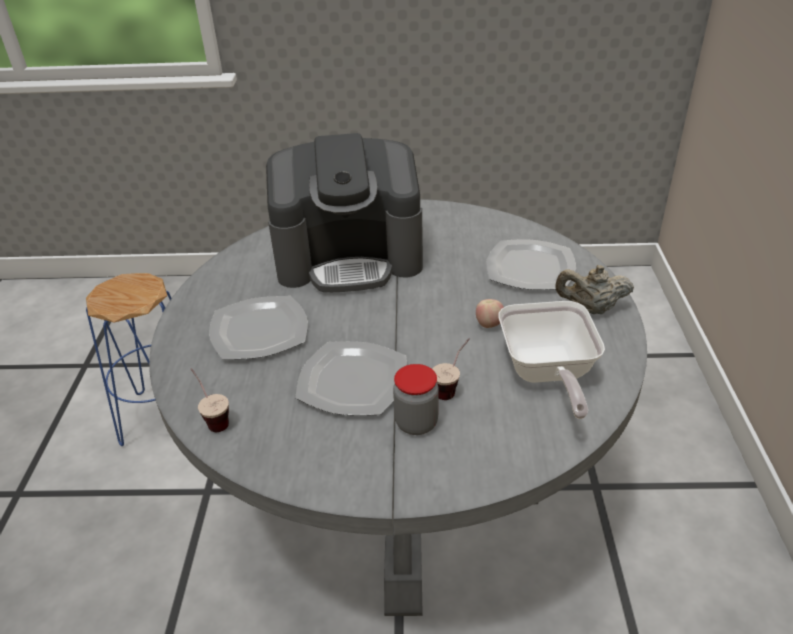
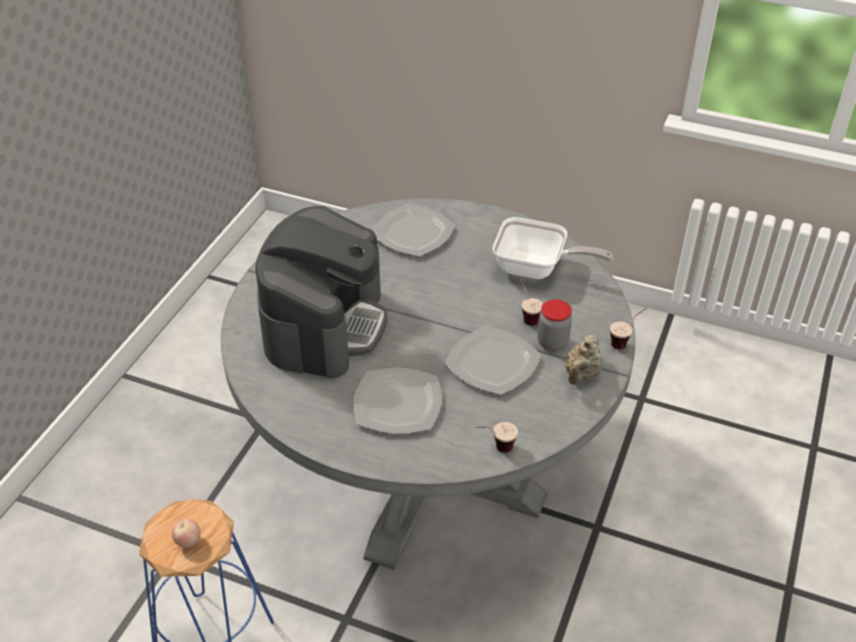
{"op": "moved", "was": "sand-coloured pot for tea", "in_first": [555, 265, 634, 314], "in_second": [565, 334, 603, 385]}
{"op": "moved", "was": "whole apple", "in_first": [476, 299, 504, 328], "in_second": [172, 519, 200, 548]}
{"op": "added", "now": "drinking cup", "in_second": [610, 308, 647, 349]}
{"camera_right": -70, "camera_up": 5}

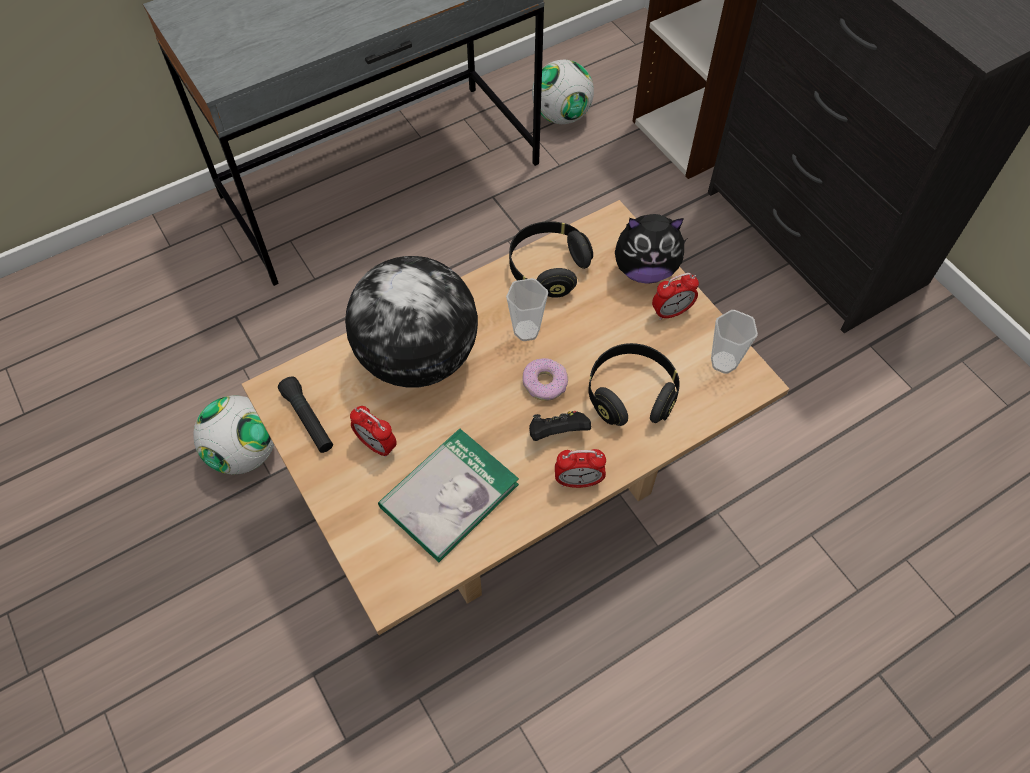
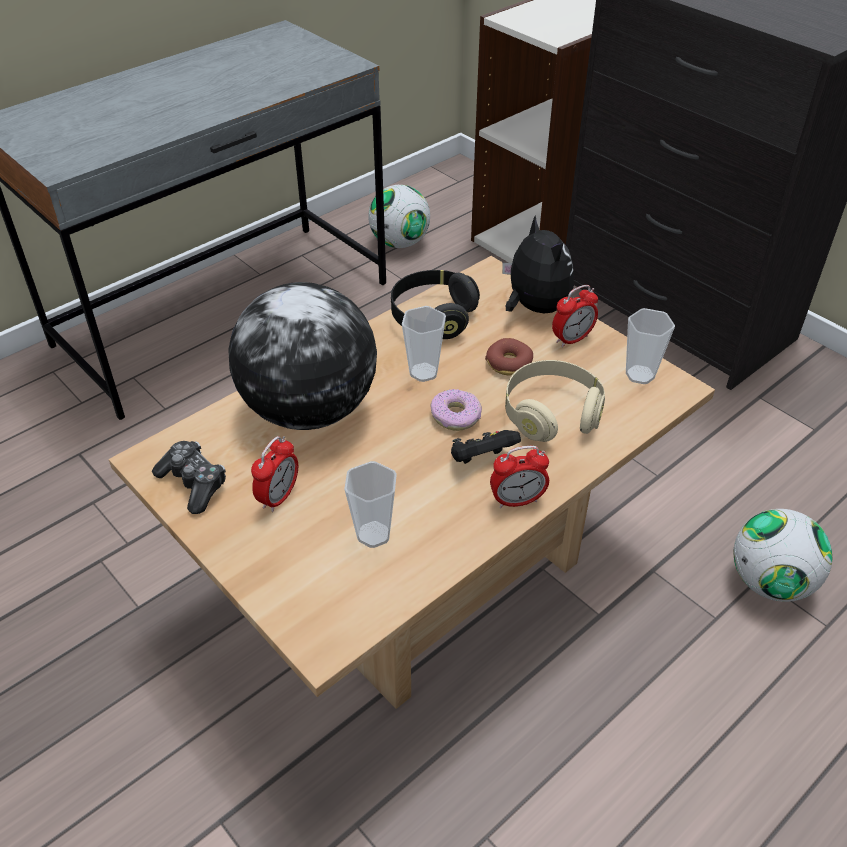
{"op": "turned", "was": "cuddly toy", "in_first": [615, 214, 687, 284], "in_second": [502, 215, 574, 314], "clockwise": -105}
{"op": "recoloured", "was": "blackish headset", "now": "sand-coloured headset", "in_first": [589, 343, 680, 426], "in_second": [505, 360, 605, 442]}
{"op": "replaced", "was": "blackish torch", "now": "joypad", "in_first": [278, 376, 333, 453], "in_second": [152, 441, 226, 514]}
{"op": "moved", "was": "ball for football", "in_first": [193, 395, 274, 474], "in_second": [734, 509, 832, 602]}
{"op": "turned", "was": "table clock", "in_first": [350, 406, 397, 457], "in_second": [251, 436, 298, 512], "clockwise": -90}
{"op": "replaced", "was": "bound book", "now": "drinking cup", "in_first": [378, 428, 519, 562], "in_second": [344, 461, 397, 548]}
{"op": "added", "now": "donut", "in_second": [485, 338, 533, 376]}
{"camera_right": -10, "camera_up": -15}

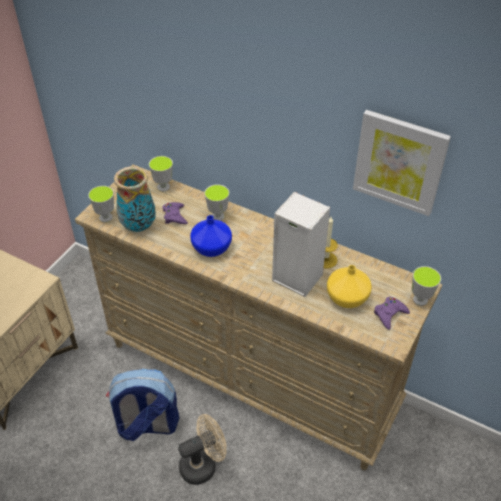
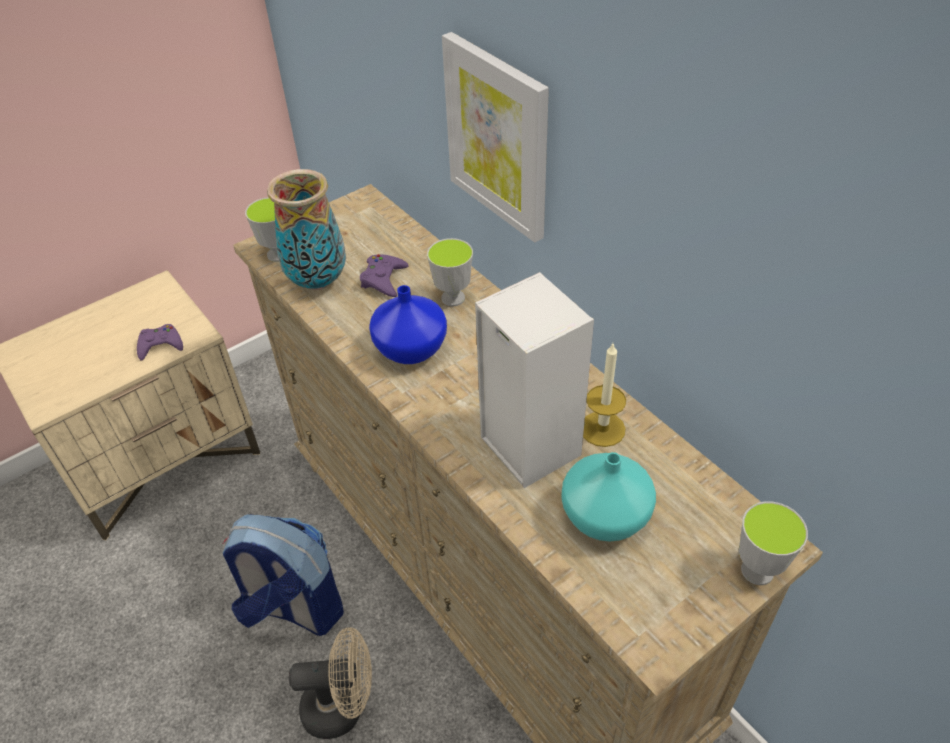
{"op": "moved", "was": "picture", "in_first": [353, 110, 451, 216], "in_second": [442, 32, 549, 242]}
{"op": "removed", "was": "drinking cup", "in_first": [149, 156, 173, 191]}
{"op": "recoloured", "was": "yellow-coloured flower vase", "now": "turquoise-coloured flower vase", "in_first": [327, 265, 372, 308], "in_second": [561, 452, 656, 542]}
{"op": "moved", "was": "purple joypad", "in_first": [374, 297, 410, 330], "in_second": [137, 324, 183, 361]}
{"camera_right": 25, "camera_up": 0}

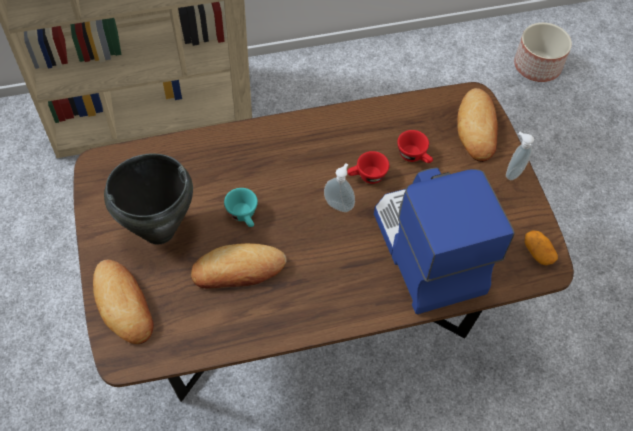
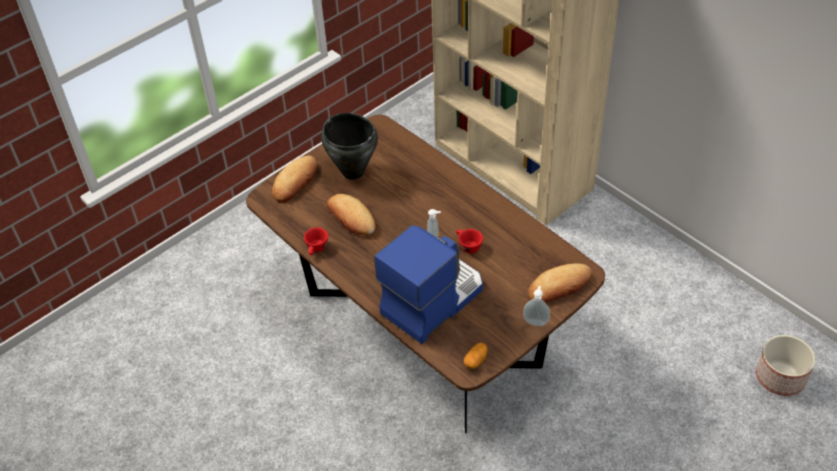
{"op": "moved", "was": "red drinking cup", "in_first": [397, 130, 433, 163], "in_second": [304, 227, 328, 255]}
{"op": "removed", "was": "turquoise-coloured drinking cup", "in_first": [224, 188, 258, 227]}
{"camera_right": 65, "camera_up": -10}

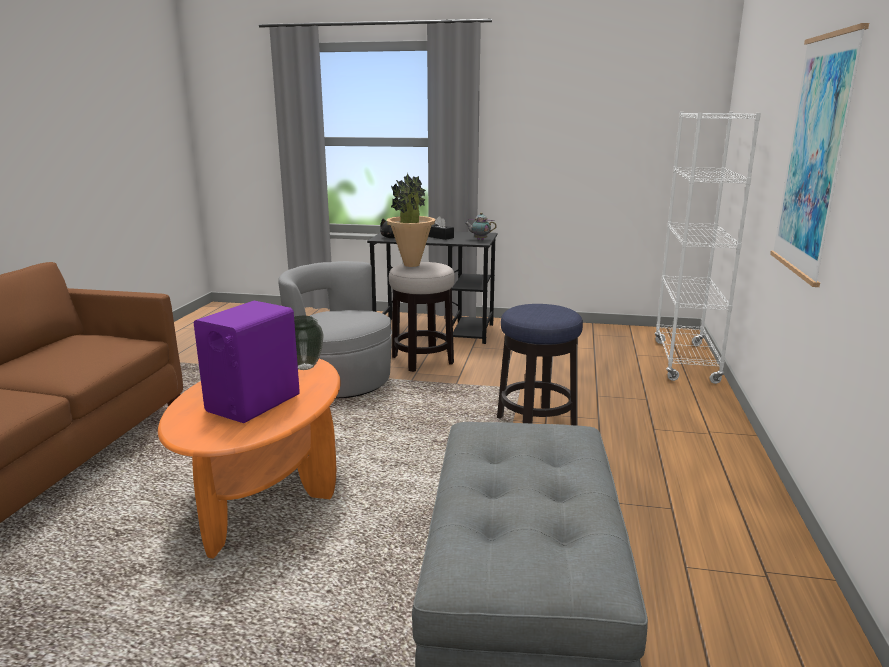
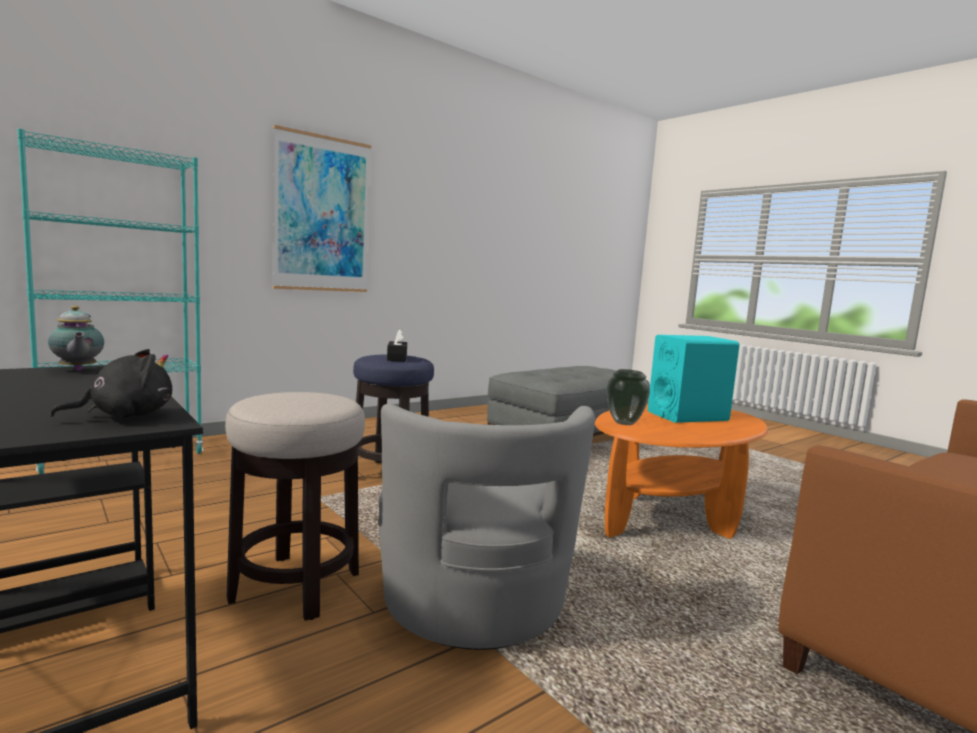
{"op": "recoloured", "was": "white-coloured bookcase", "now": "turquoise-coloured bookcase", "in_first": [654, 112, 761, 384], "in_second": [17, 129, 203, 474]}
{"op": "removed", "was": "houseplant", "in_first": [387, 173, 436, 267]}
{"op": "moved", "was": "blackish tissue box", "in_first": [428, 216, 454, 240], "in_second": [387, 329, 407, 362]}
{"op": "recoloured", "was": "purple loudspeaker", "now": "turquoise-coloured loudspeaker", "in_first": [194, 301, 300, 423], "in_second": [648, 335, 740, 423]}
{"camera_right": -140, "camera_up": -10}

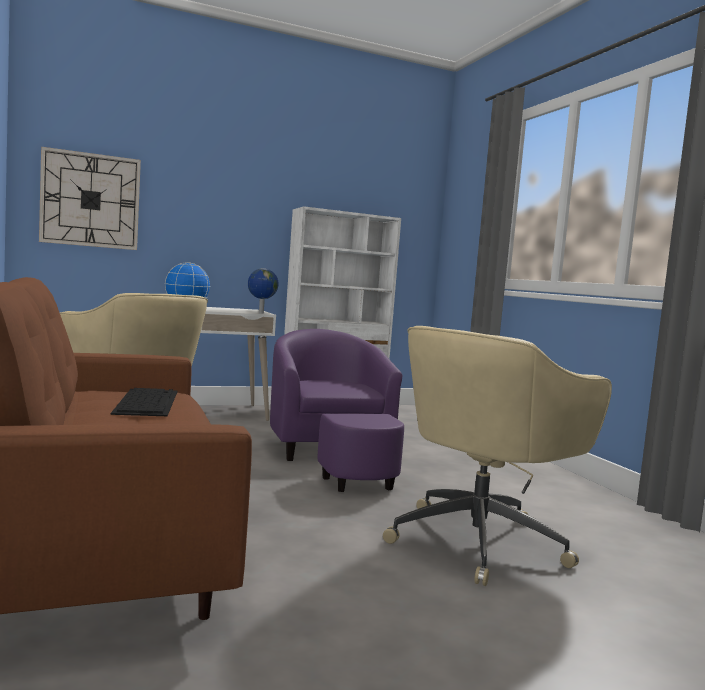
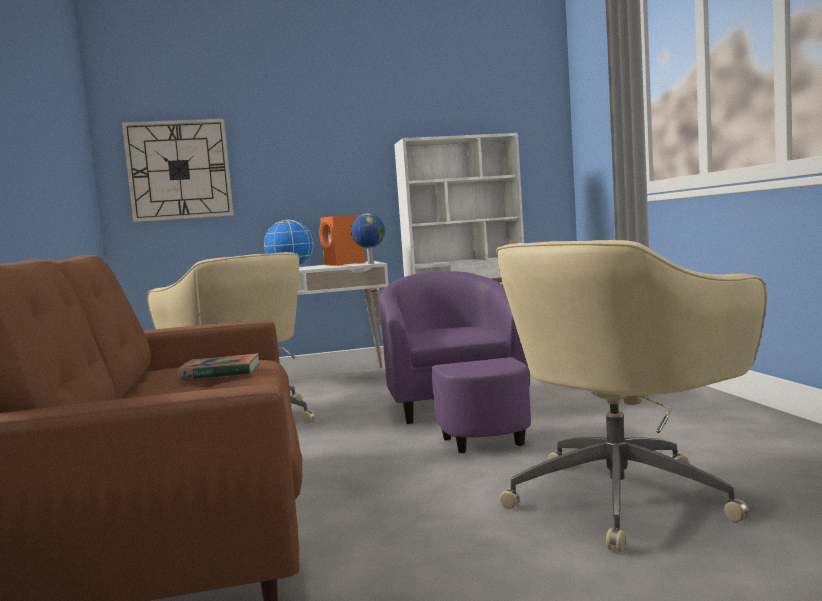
{"op": "replaced", "was": "computer keyboard", "now": "bound book", "in_first": [111, 388, 178, 416], "in_second": [177, 353, 260, 380]}
{"op": "added", "now": "orange loudspeaker", "in_second": [319, 215, 365, 265]}
{"camera_right": 10, "camera_up": 0}

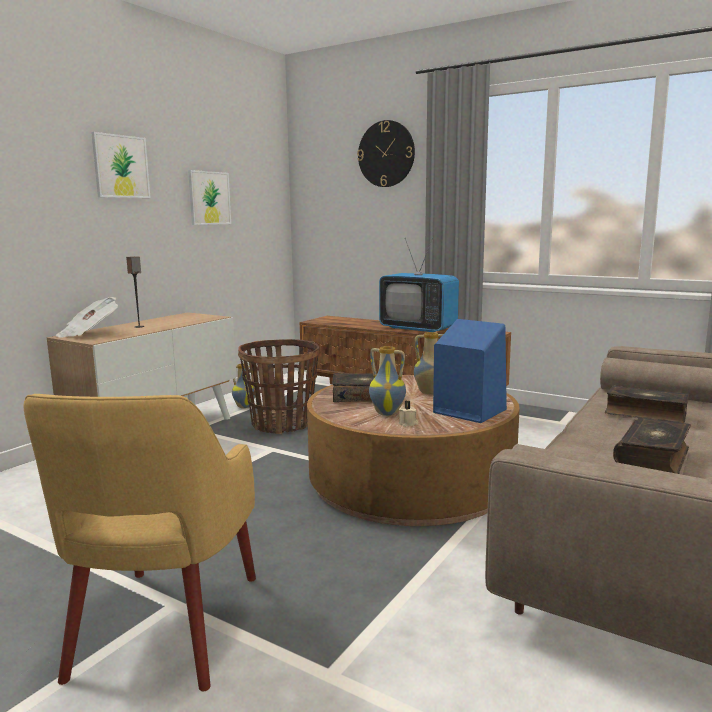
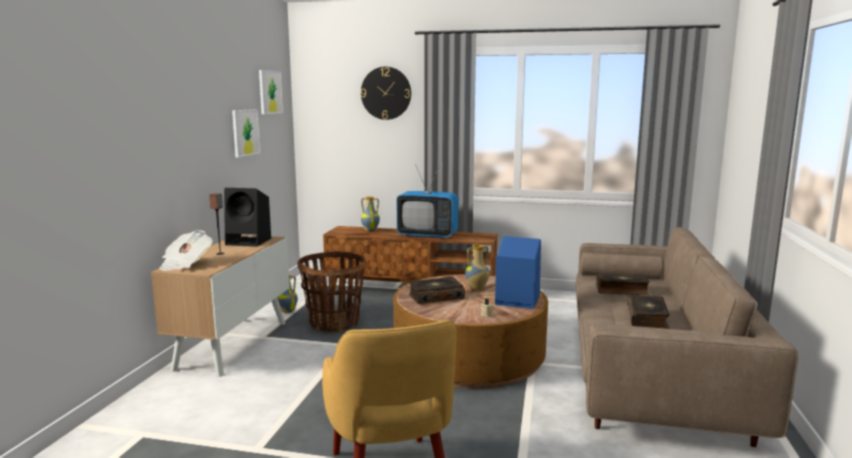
{"op": "moved", "was": "picture", "in_first": [91, 132, 150, 198], "in_second": [259, 70, 283, 114]}
{"op": "moved", "was": "flower vase", "in_first": [369, 346, 406, 416], "in_second": [361, 197, 380, 232]}
{"op": "added", "now": "blackish loudspeaker", "in_second": [224, 188, 271, 247]}
{"camera_right": -20, "camera_up": 0}

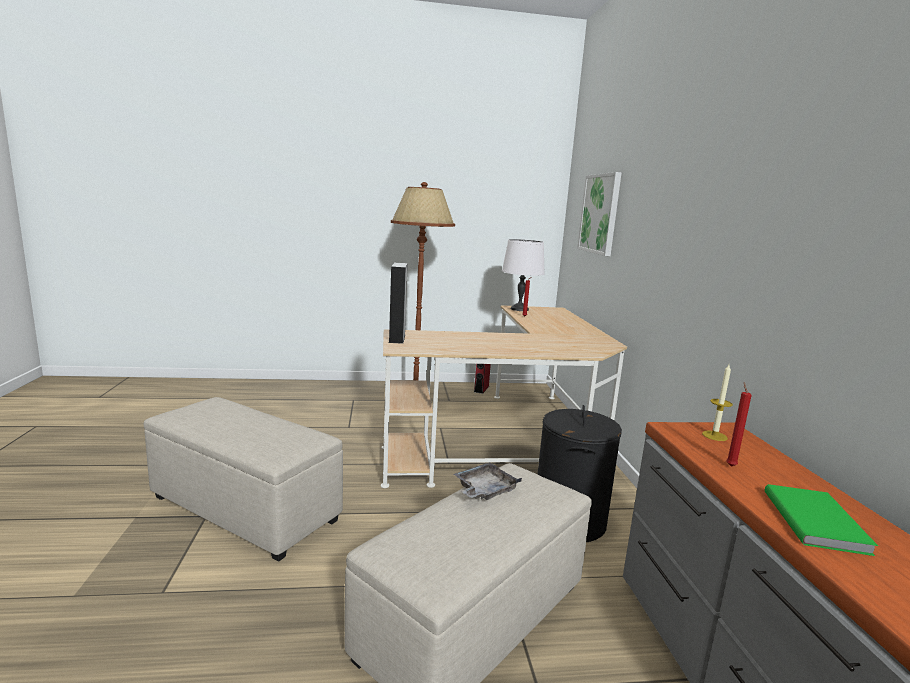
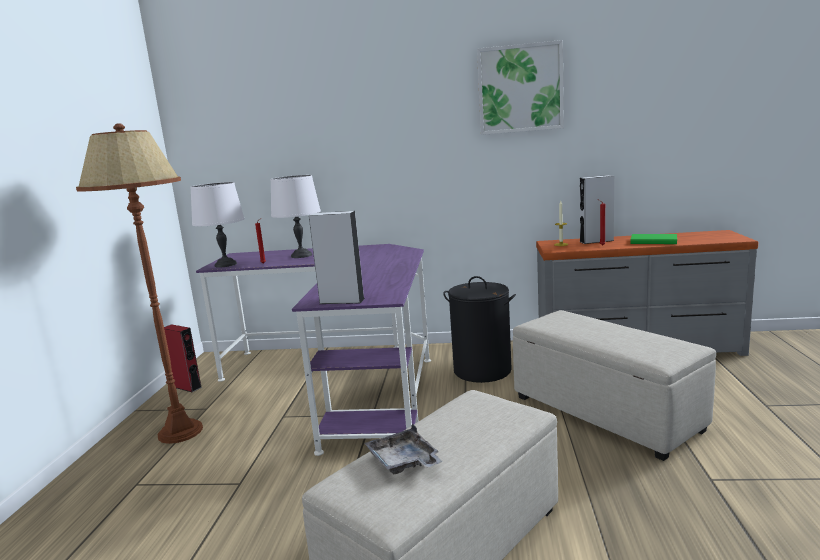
{"op": "moved", "was": "picture", "in_first": [577, 172, 622, 256], "in_second": [477, 40, 564, 135]}
{"op": "recoloured", "was": "sand-coloured desk unit", "now": "purple desk unit", "in_first": [381, 305, 627, 488], "in_second": [196, 244, 431, 456]}
{"op": "moved", "was": "greyish serving tray", "in_first": [454, 462, 522, 500], "in_second": [364, 424, 443, 474]}
{"op": "added", "now": "white-coloured lamp for a table", "in_second": [271, 175, 321, 258]}
{"op": "added", "now": "greyish loudspeaker", "in_second": [580, 175, 614, 244]}
{"camera_right": -75, "camera_up": 0}

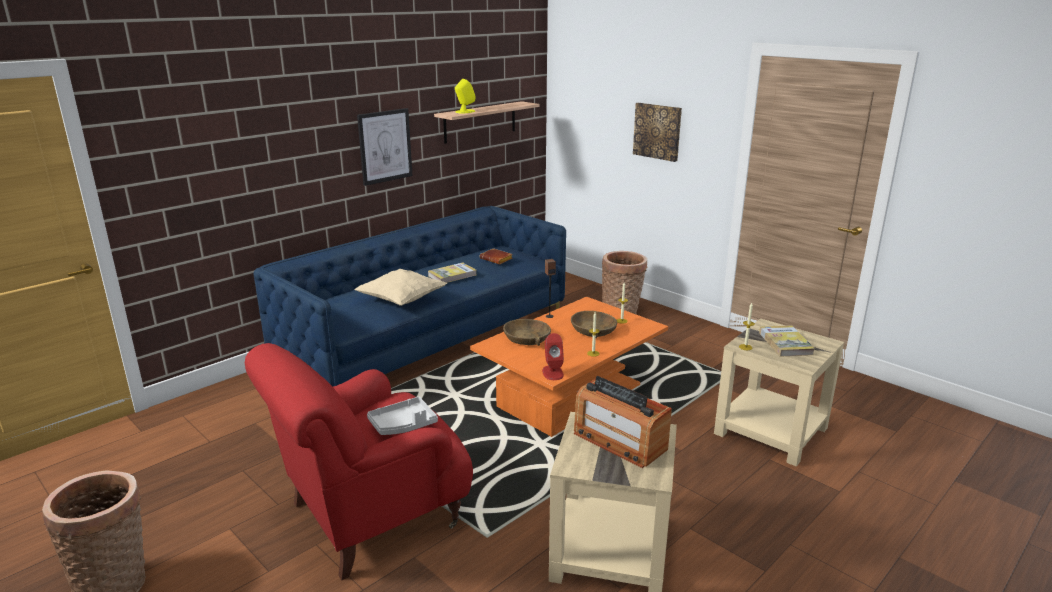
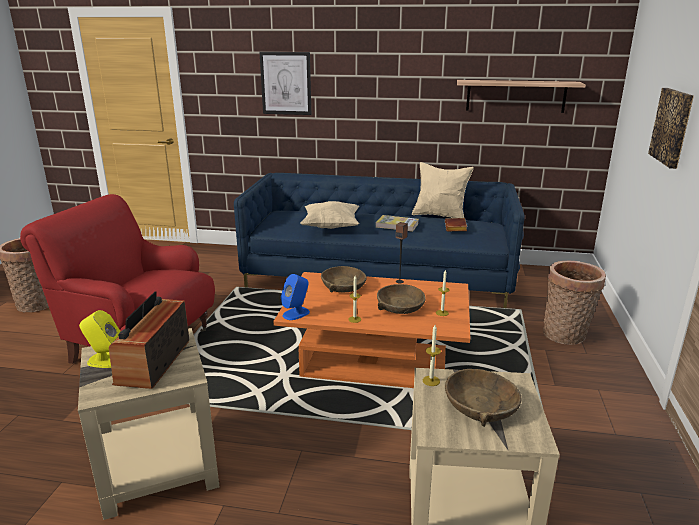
{"op": "moved", "was": "yellow-coloured loudspeaker", "in_first": [455, 79, 476, 114], "in_second": [79, 310, 121, 368]}
{"op": "moved", "was": "picture", "in_first": [357, 108, 412, 186], "in_second": [260, 52, 311, 115]}
{"op": "replaced", "was": "bound book", "now": "brownish serving bowl", "in_first": [759, 325, 815, 357], "in_second": [445, 369, 521, 427]}
{"op": "recoloured", "was": "red loudspeaker", "now": "bluish loudspeaker", "in_first": [542, 333, 564, 380], "in_second": [281, 274, 310, 320]}
{"op": "removed", "was": "greyish serving tray", "in_first": [367, 397, 438, 435]}
{"op": "added", "now": "sand-coloured cushion", "in_second": [412, 162, 474, 218]}
{"camera_right": 55, "camera_up": 0}

